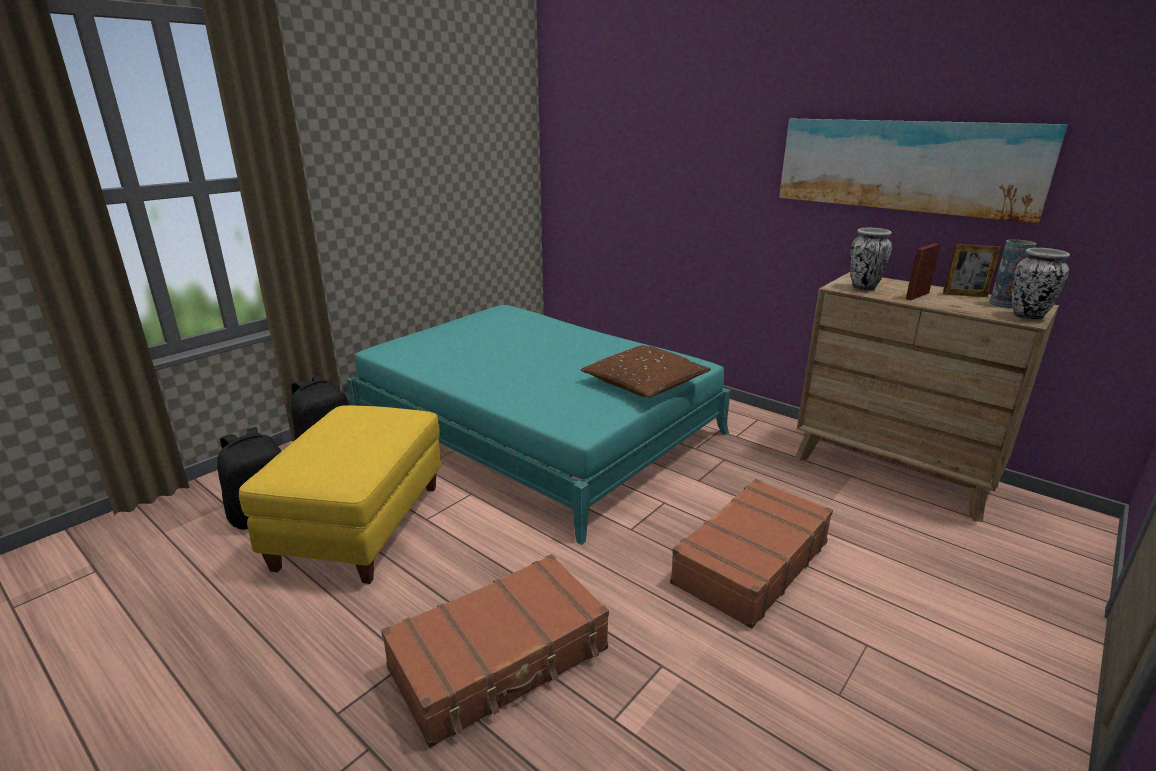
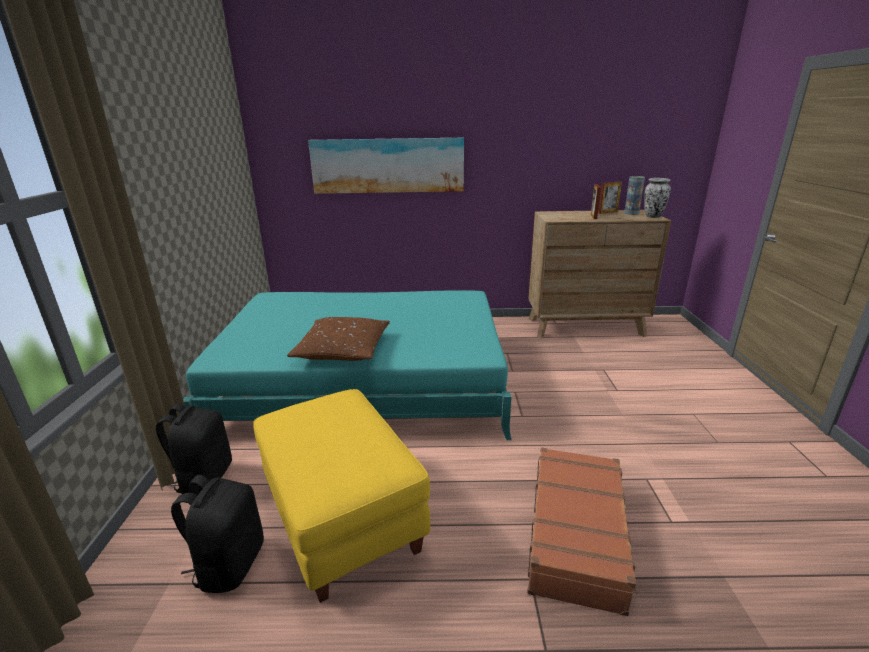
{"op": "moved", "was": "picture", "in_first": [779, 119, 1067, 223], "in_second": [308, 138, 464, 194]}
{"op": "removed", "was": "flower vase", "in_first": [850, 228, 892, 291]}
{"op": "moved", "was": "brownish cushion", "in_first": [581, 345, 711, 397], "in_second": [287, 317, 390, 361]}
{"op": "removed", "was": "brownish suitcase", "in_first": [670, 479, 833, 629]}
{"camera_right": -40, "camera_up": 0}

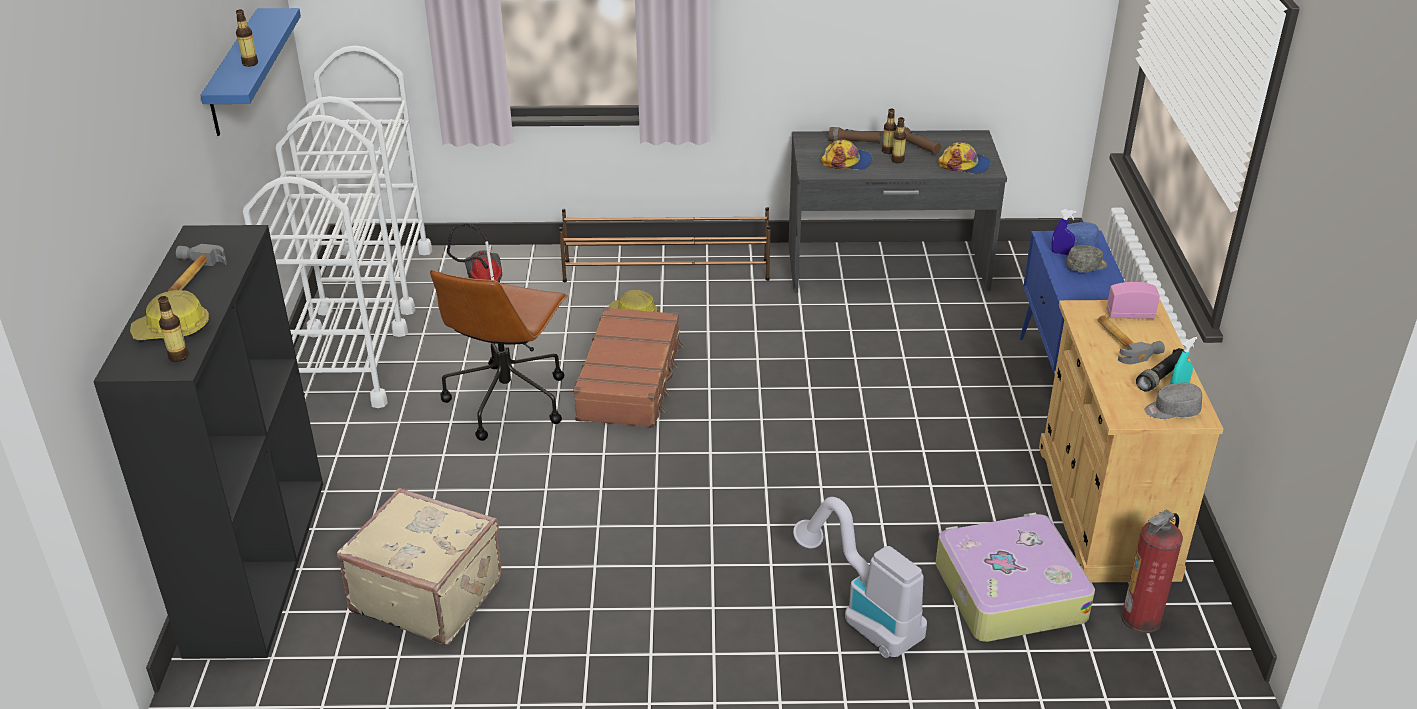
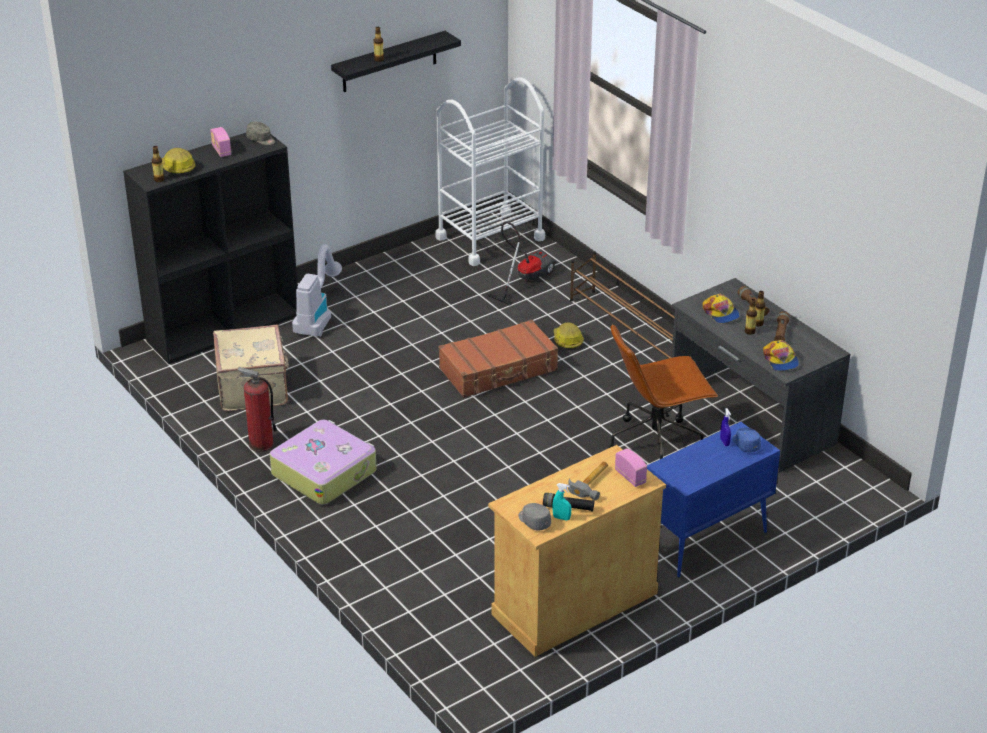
{"op": "recoloured", "was": "bluish wall shelf", "now": "blackish wall shelf", "in_first": [200, 8, 301, 136], "in_second": [331, 31, 461, 92]}
{"op": "removed", "was": "white-coloured cart", "in_first": [243, 115, 408, 408]}
{"op": "replaced", "was": "tool hammer", "now": "radio set", "in_first": [168, 244, 227, 291], "in_second": [210, 127, 231, 157]}
{"op": "moved", "was": "greyish cap", "in_first": [1066, 245, 1107, 272], "in_second": [246, 122, 275, 145]}
{"op": "moved", "was": "brownish office chair", "in_first": [430, 270, 568, 441], "in_second": [609, 324, 718, 459]}
{"op": "moved", "was": "vacuum cleaner", "in_first": [793, 497, 927, 658], "in_second": [292, 244, 342, 336]}
{"op": "moved", "was": "fire-fighting cylinder", "in_first": [1121, 510, 1183, 633], "in_second": [238, 367, 277, 452]}
{"op": "moved", "was": "suitcase", "in_first": [935, 513, 1095, 642], "in_second": [270, 420, 377, 505]}
{"camera_right": 55, "camera_up": 0}

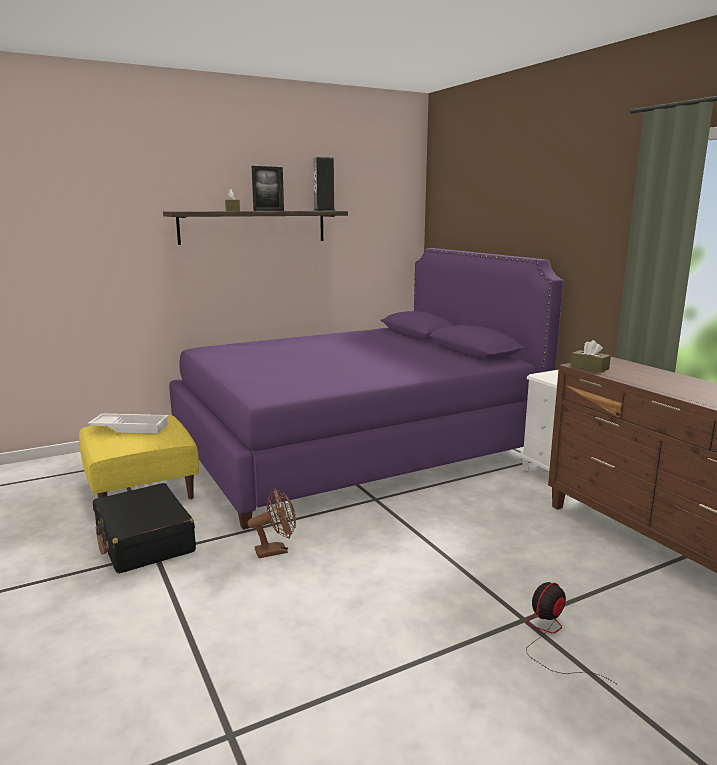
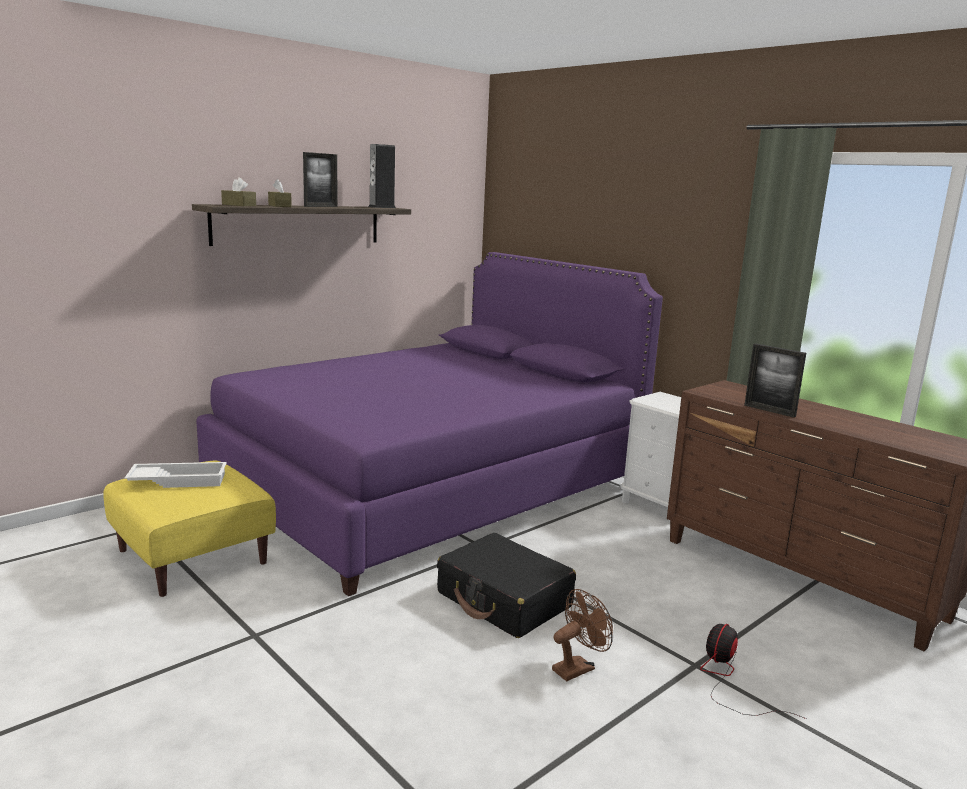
{"op": "moved", "was": "brownish tissue box", "in_first": [570, 340, 611, 372], "in_second": [221, 177, 256, 206]}
{"op": "moved", "was": "blackish suitcase", "in_first": [93, 483, 196, 574], "in_second": [437, 533, 576, 638]}
{"op": "moved", "was": "brownish electric fan", "in_first": [248, 488, 296, 558], "in_second": [552, 589, 613, 681]}
{"op": "added", "now": "photo frame", "in_second": [744, 343, 806, 418]}
{"camera_right": -15, "camera_up": 0}

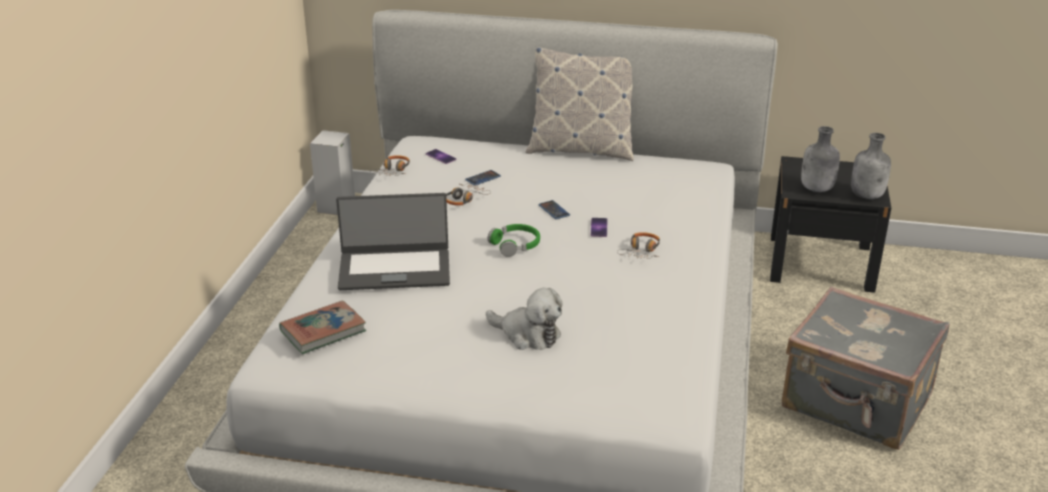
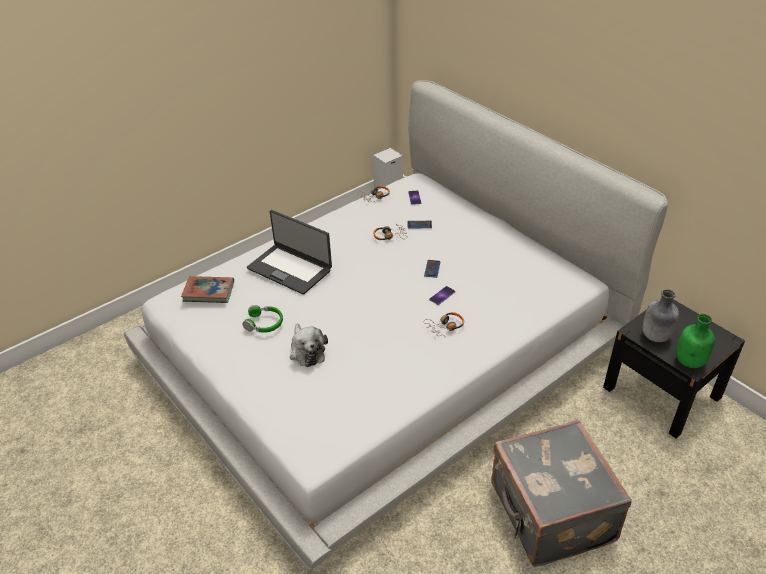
{"op": "removed", "was": "cushion", "in_first": [525, 47, 634, 161]}
{"op": "recoloured", "was": "greyish beverage bottle", "now": "green beverage bottle", "in_first": [851, 133, 891, 199], "in_second": [676, 314, 715, 368]}
{"op": "moved", "was": "green headset", "in_first": [487, 224, 540, 257], "in_second": [242, 305, 283, 333]}
{"camera_right": 40, "camera_up": 10}

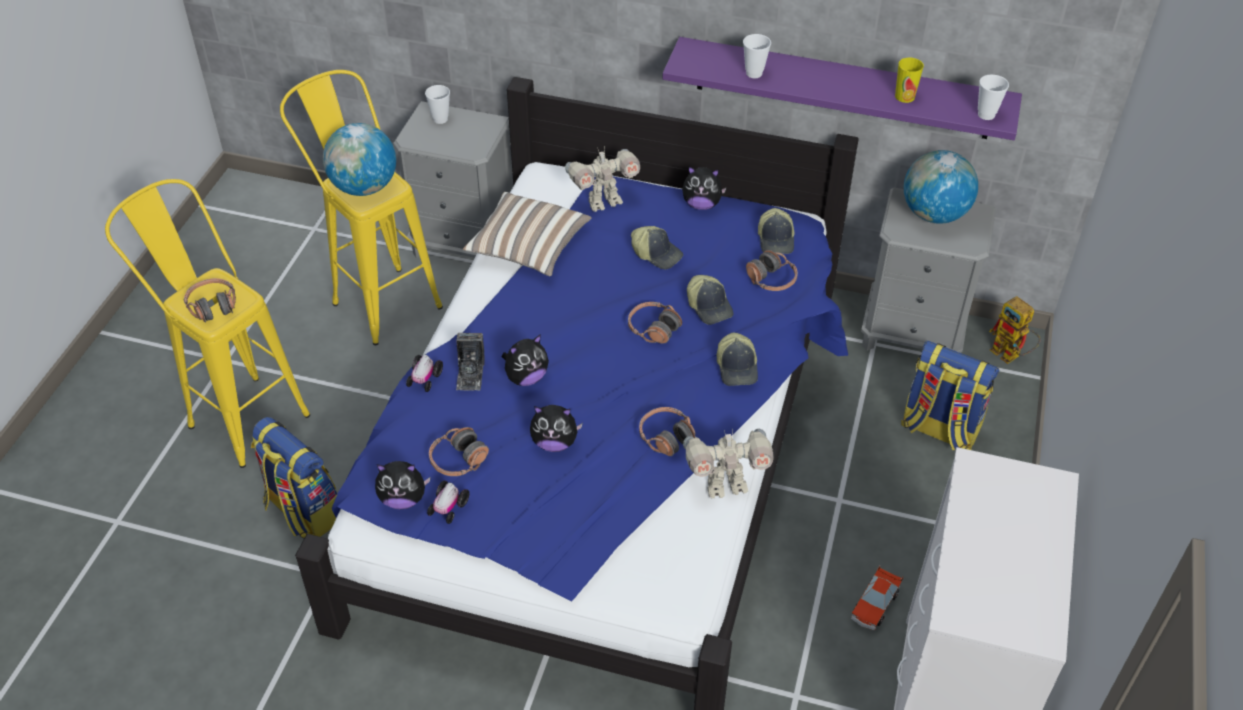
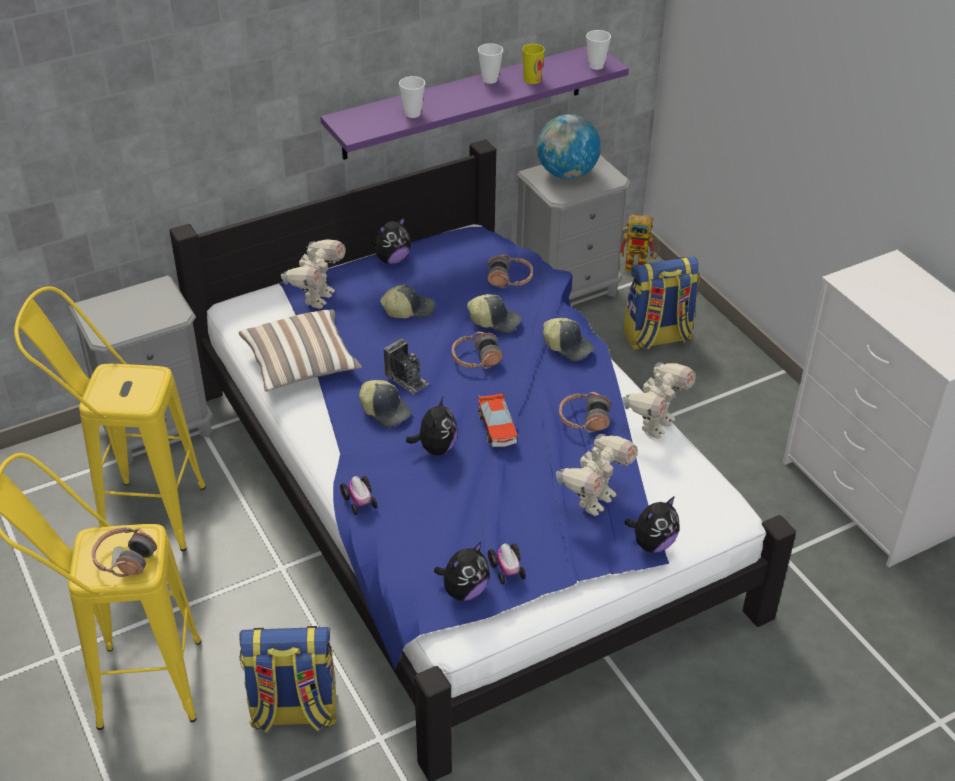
{"op": "moved", "was": "drinking cup", "in_first": [425, 85, 450, 124], "in_second": [478, 43, 503, 84]}
{"op": "removed", "was": "desk globe", "in_first": [323, 123, 396, 196]}
{"op": "moved", "was": "cap", "in_first": [758, 208, 795, 254], "in_second": [359, 380, 412, 428]}
{"op": "moved", "was": "photo camera", "in_first": [456, 333, 485, 391], "in_second": [384, 339, 429, 394]}
{"op": "moved", "was": "cuddly toy", "in_first": [530, 405, 583, 452], "in_second": [624, 496, 680, 553]}
{"op": "removed", "was": "headset", "in_first": [429, 427, 489, 476]}
{"op": "moved", "was": "toy car", "in_first": [851, 566, 903, 631], "in_second": [478, 391, 518, 447]}
{"op": "added", "now": "robot figure", "in_second": [556, 434, 638, 516]}
{"camera_right": -45, "camera_up": -5}

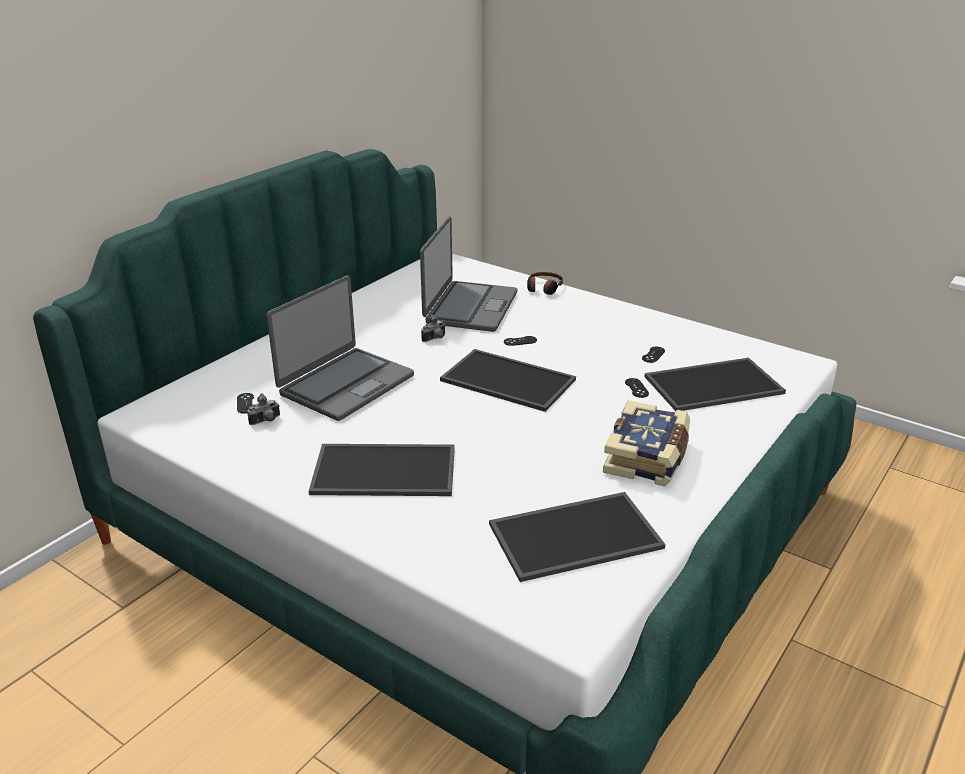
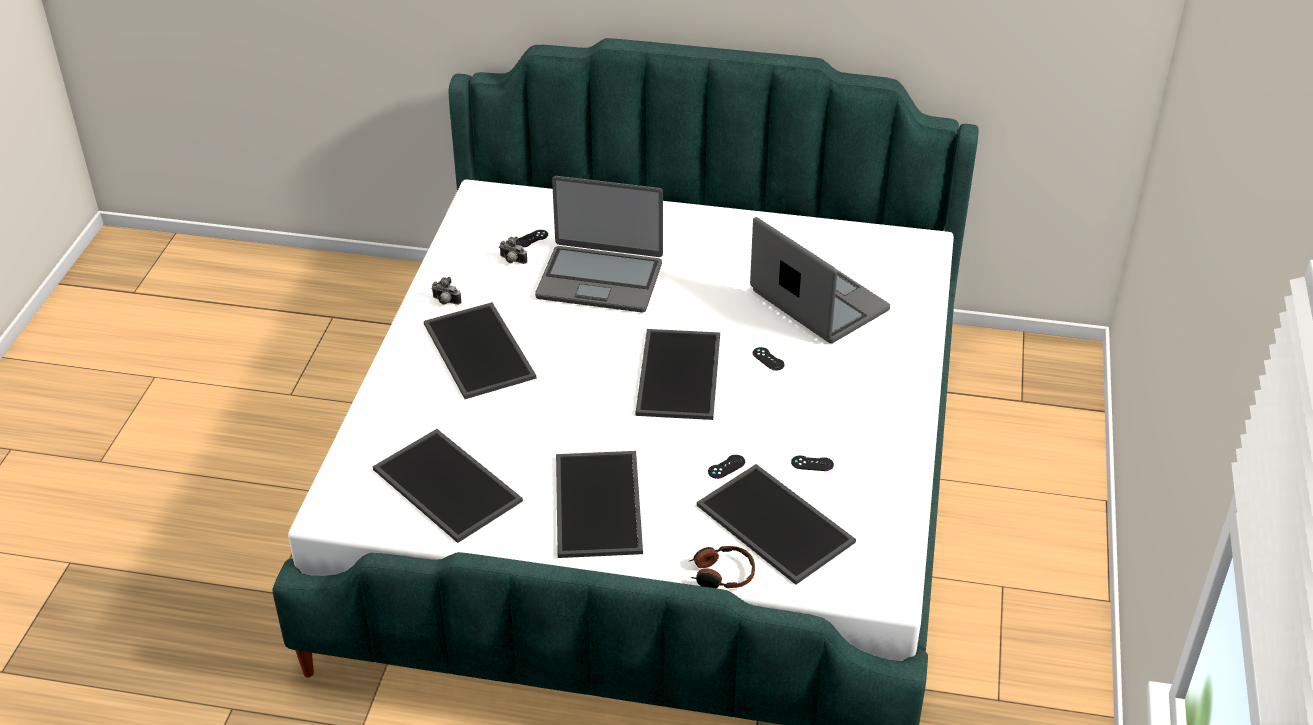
{"op": "turned", "was": "laptop", "in_first": [420, 216, 517, 332], "in_second": [750, 217, 890, 343], "clockwise": -120}
{"op": "moved", "was": "headset", "in_first": [527, 272, 563, 295], "in_second": [690, 546, 755, 588]}
{"op": "moved", "was": "photo camera", "in_first": [421, 315, 446, 342], "in_second": [431, 277, 462, 305]}
{"op": "replaced", "was": "bound book", "now": "serving tray", "in_first": [603, 400, 690, 487], "in_second": [556, 451, 643, 558]}
{"camera_right": 65, "camera_up": 10}

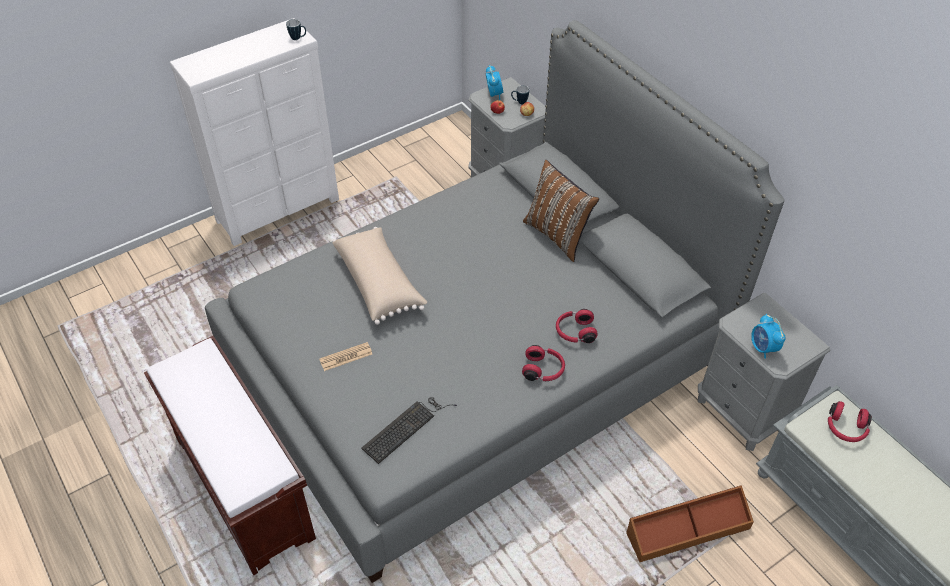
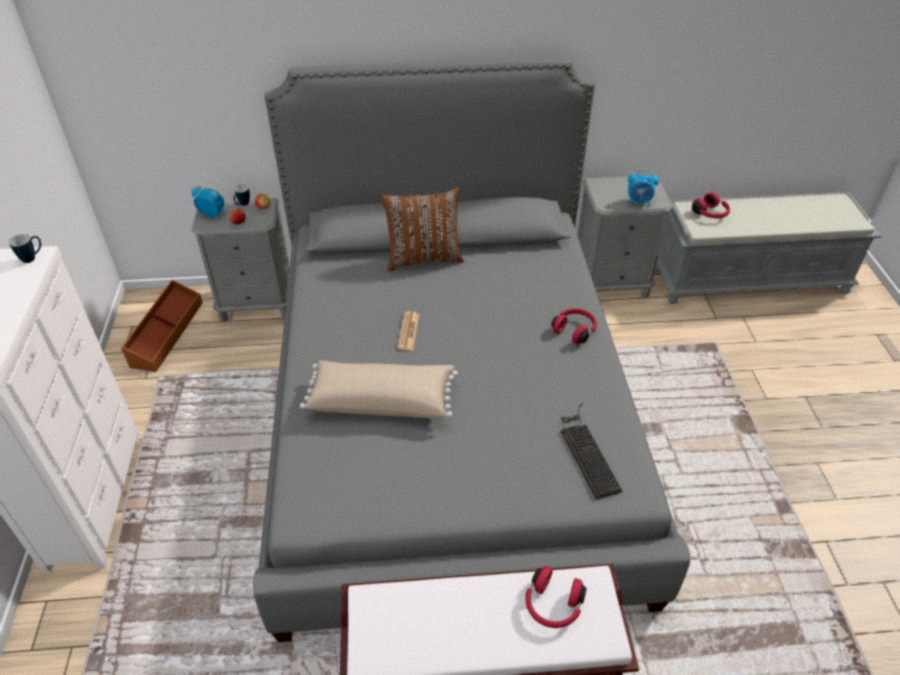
{"op": "moved", "was": "red headset", "in_first": [556, 309, 598, 343], "in_second": [525, 566, 587, 628]}
{"op": "moved", "was": "printed paper", "in_first": [319, 342, 372, 371], "in_second": [397, 311, 420, 350]}
{"op": "moved", "was": "brownish storage bin", "in_first": [626, 485, 754, 562], "in_second": [121, 280, 202, 372]}
{"camera_right": -60, "camera_up": -5}

